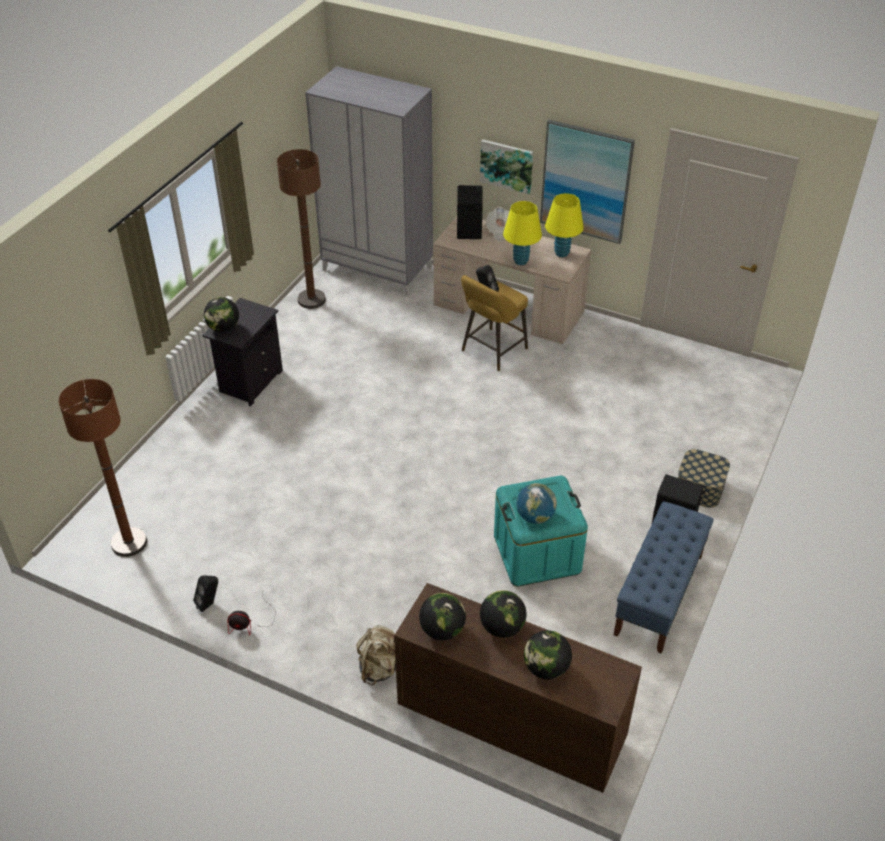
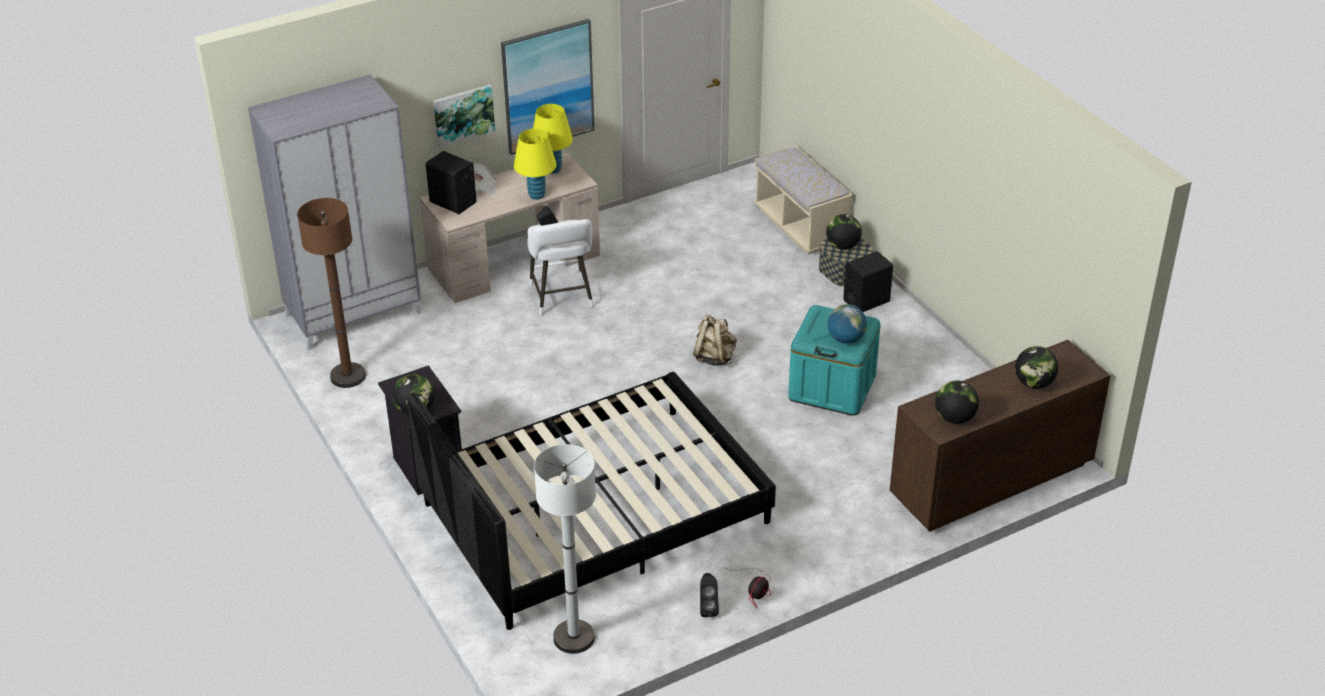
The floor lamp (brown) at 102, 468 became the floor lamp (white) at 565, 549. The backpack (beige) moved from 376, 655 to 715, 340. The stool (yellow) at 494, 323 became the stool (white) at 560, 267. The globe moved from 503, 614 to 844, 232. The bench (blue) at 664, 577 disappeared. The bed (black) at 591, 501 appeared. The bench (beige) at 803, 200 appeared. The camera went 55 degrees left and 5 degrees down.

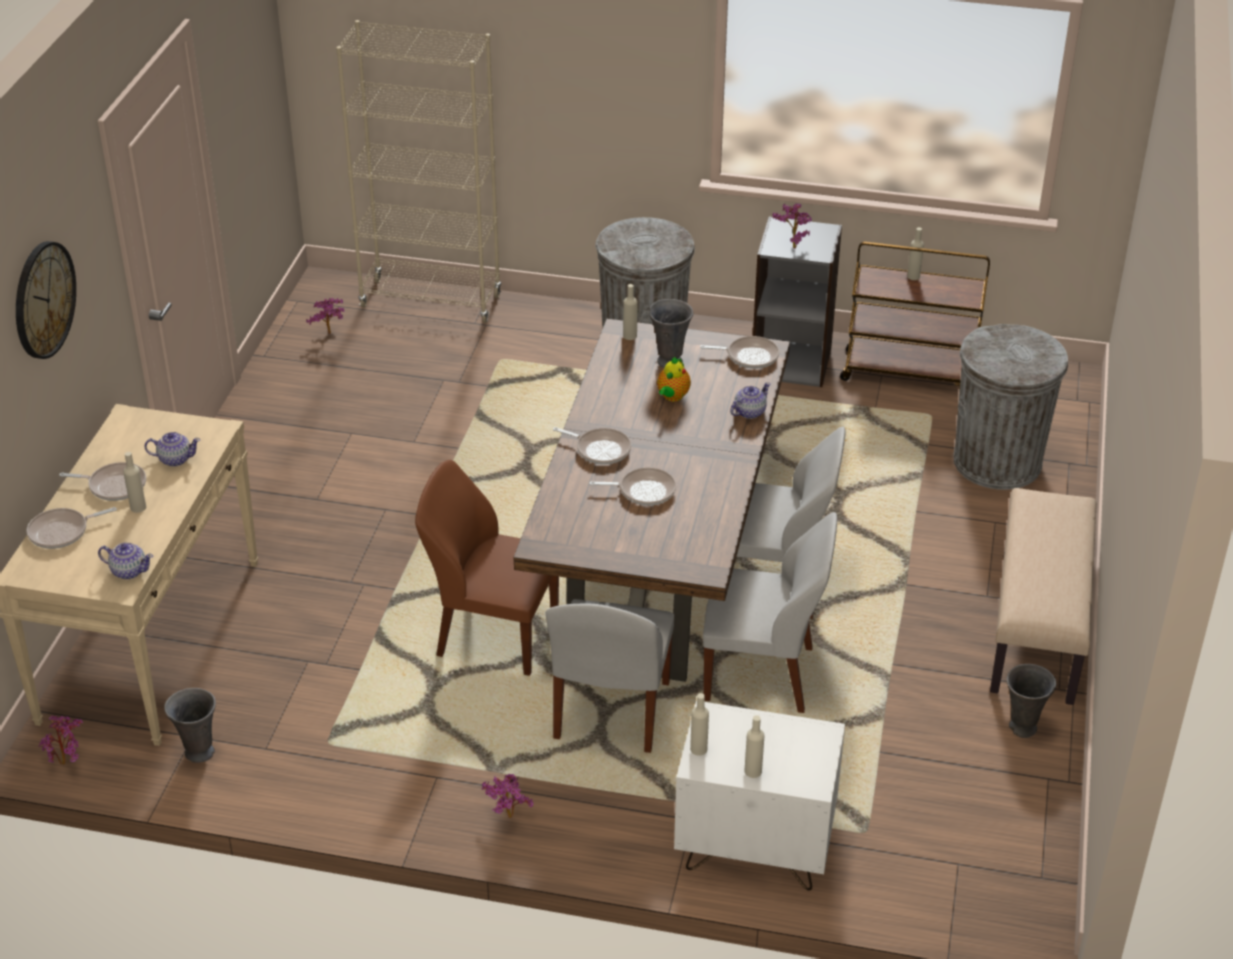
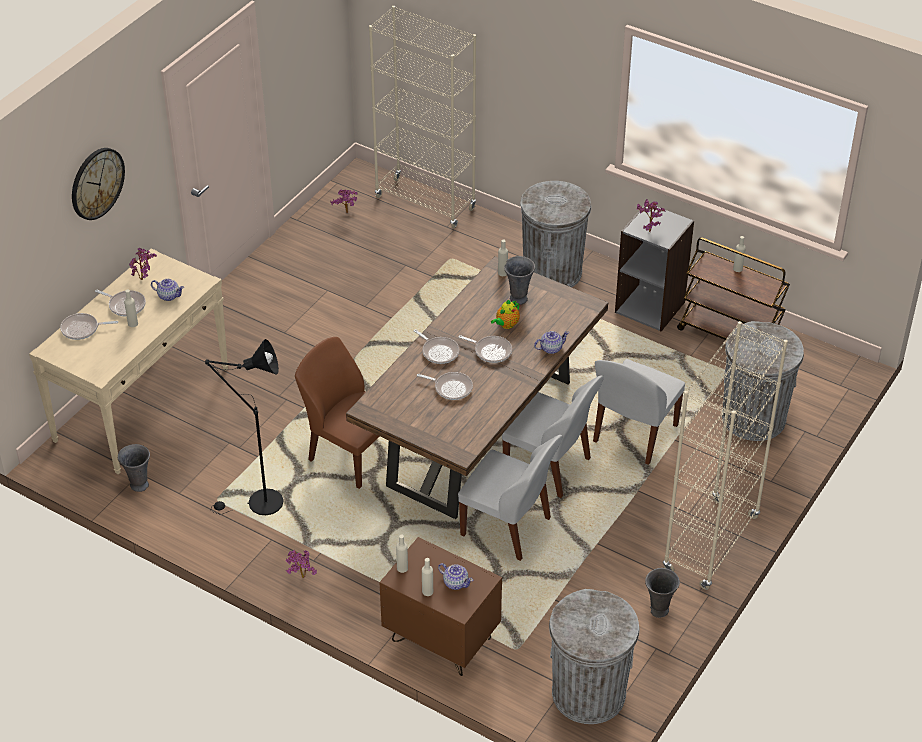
The potted plant moved from 61, 740 to 143, 264. The teapot moved from 125, 560 to 455, 576. The chair (white) moved from 610, 676 to 639, 412. The nightstand (white) at 759, 796 became the nightstand (brown) at 441, 606. The frying pan moved from 739, 352 to 485, 349. The bench (beige) at 1043, 596 was replaced by the bookcase (beige) at 725, 455. The floor lamp (black) at 244, 427 appeared. The trash can (grey) at 594, 656 appeared. The camera went 20 degrees right and 5 degrees up.

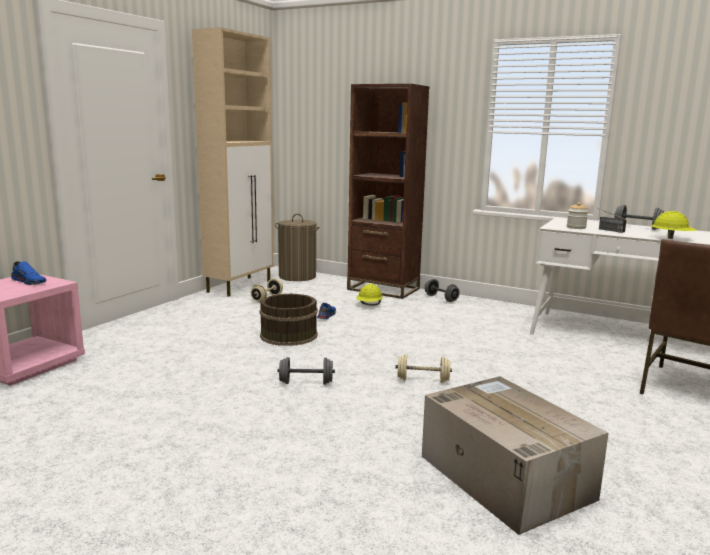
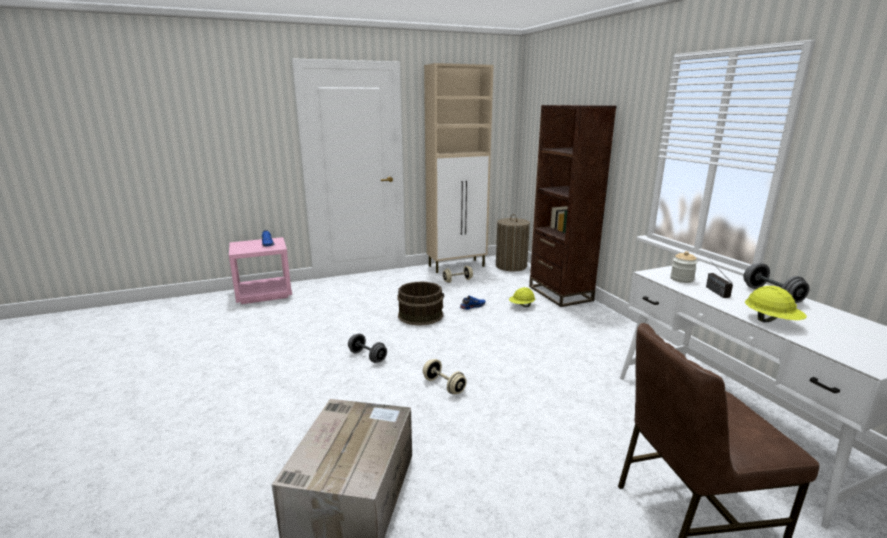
The dumbbell (grey) at 442, 290 disappeared. The camera went 40 degrees right and 5 degrees up.

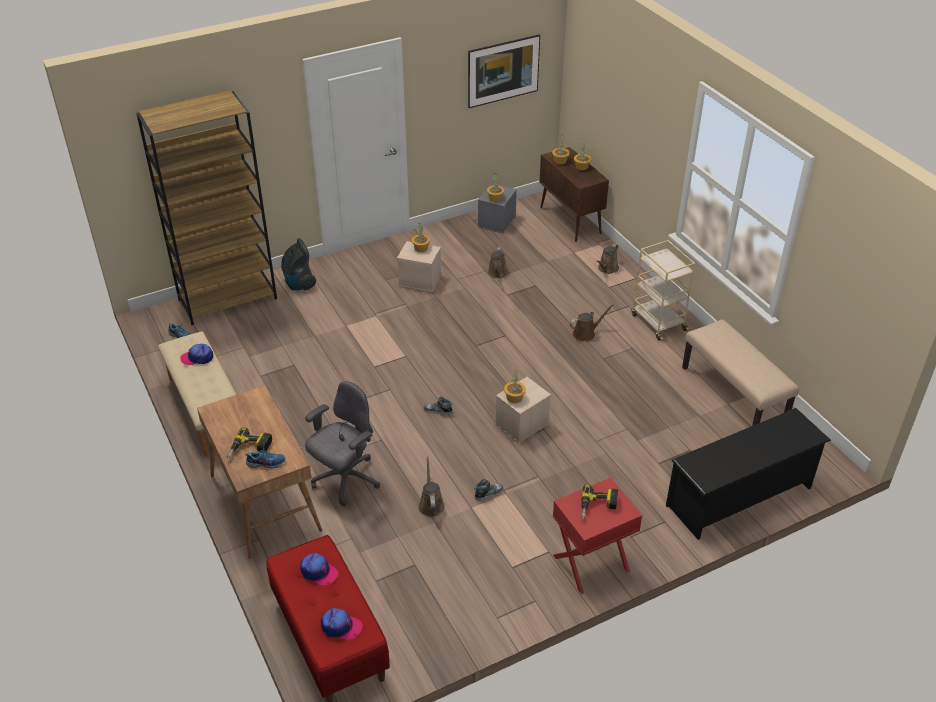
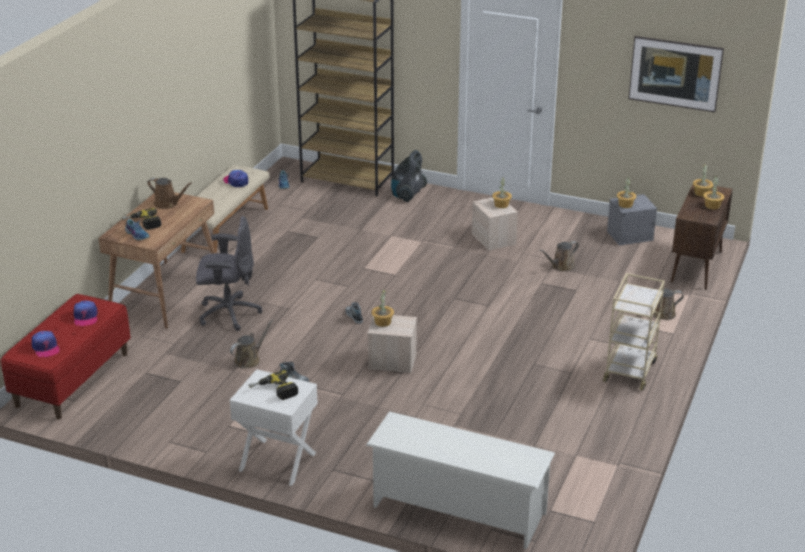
The nightstand (red) at 597, 536 became the nightstand (white) at 274, 427. The watering can (brown) moved from 592, 322 to 170, 193. The shoe rack (black) at 748, 474 became the shoe rack (white) at 460, 480. The bench (beige) at 740, 372 disappeared. The camera went 50 degrees right and 10 degrees down.

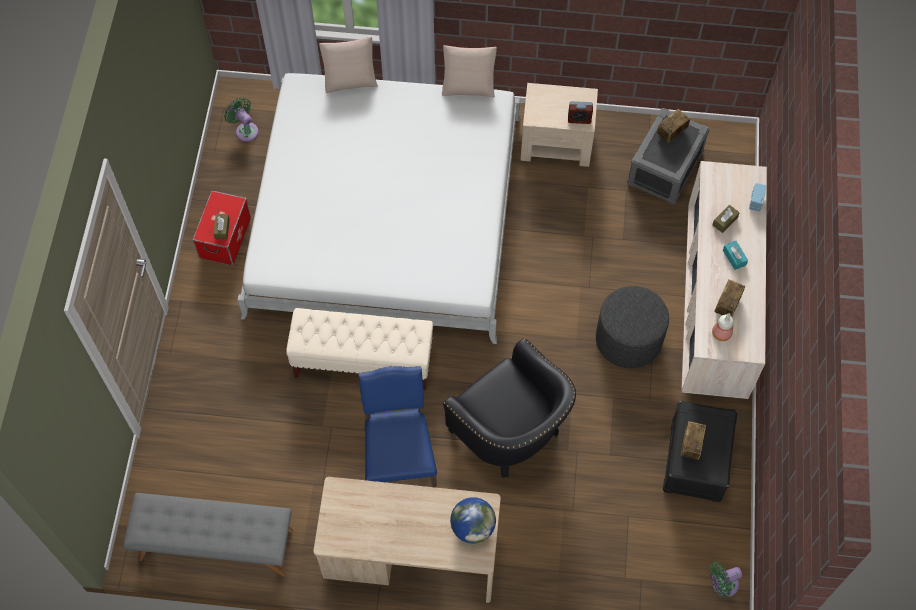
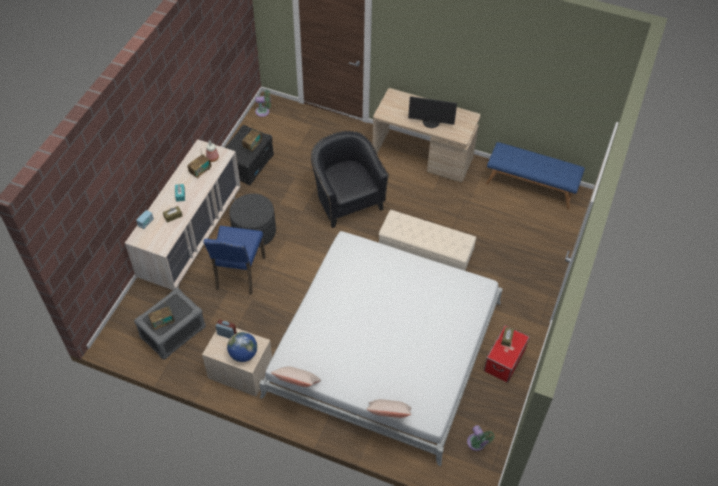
The bench (grey) at 208, 534 became the bench (blue) at 535, 176. The chair (blue) moved from 397, 427 to 234, 260. The globe moved from 473, 520 to 242, 347. The monitor at 432, 112 appeared. The camera went 165 degrees left and 10 degrees down.

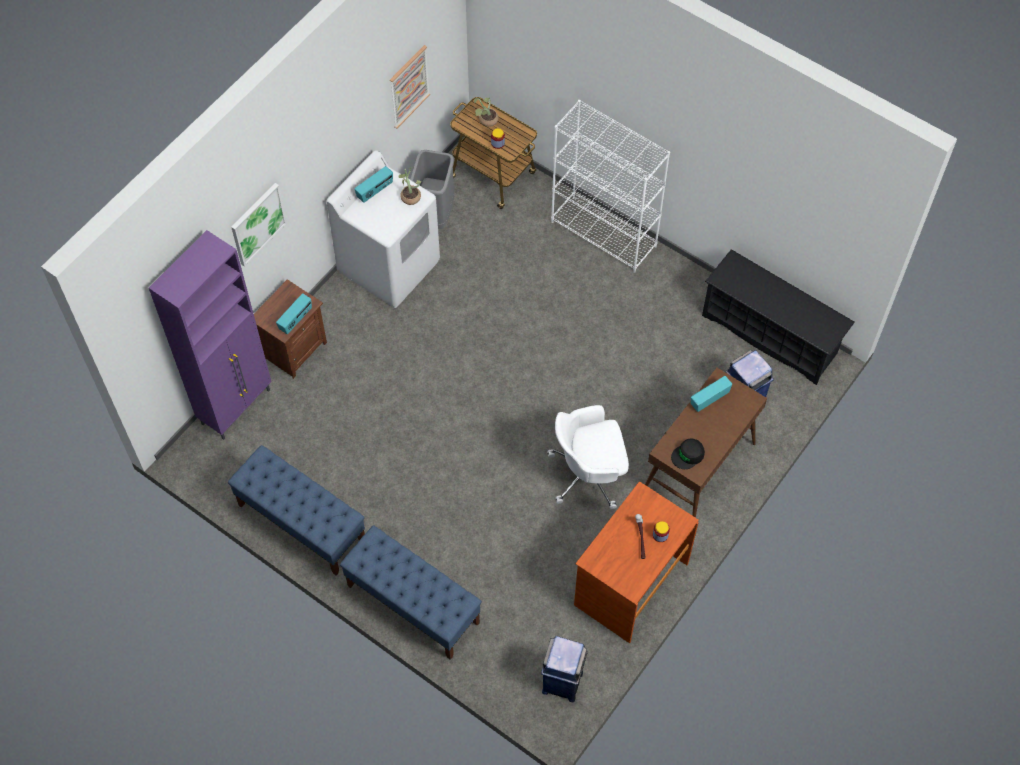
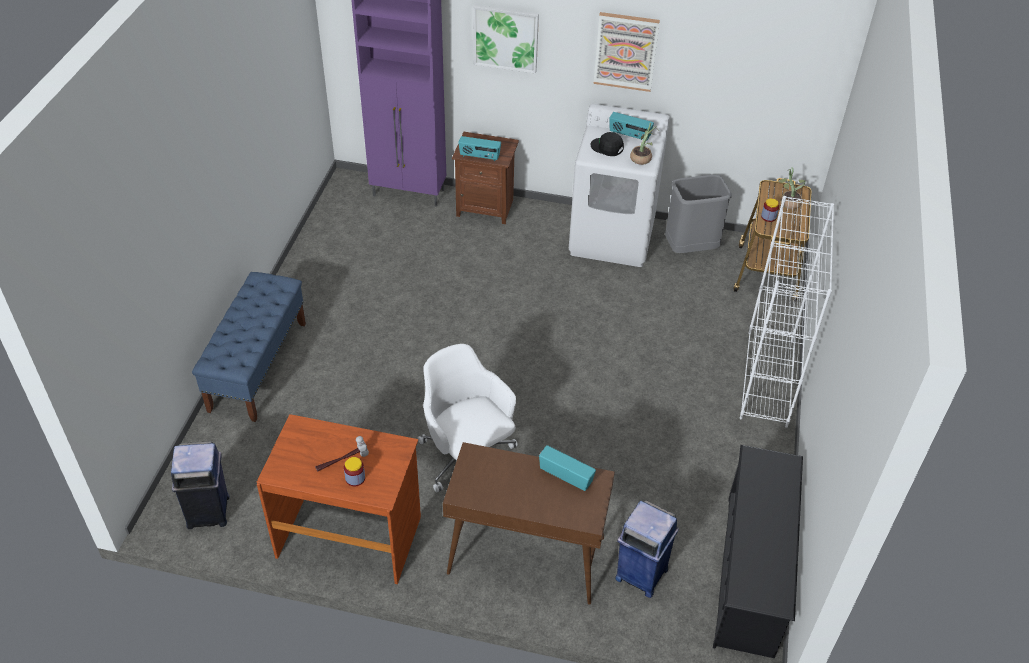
The bench (blue) at 296, 510 disappeared. The picture moved from 410, 87 to 626, 52. The cap (black) moved from 688, 453 to 607, 144. The camera went 65 degrees right and 15 degrees down.

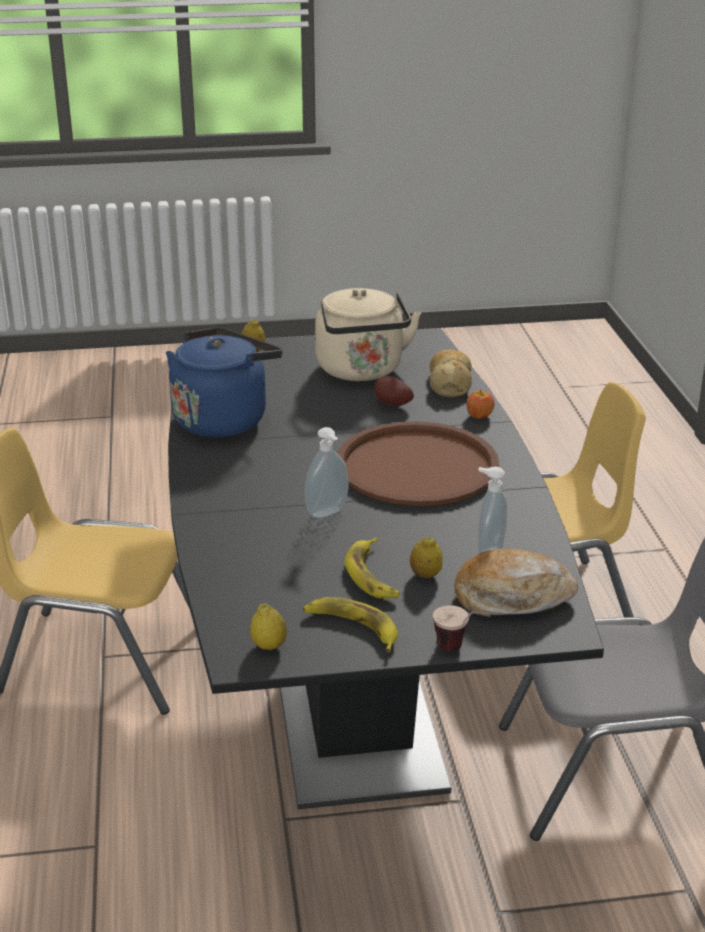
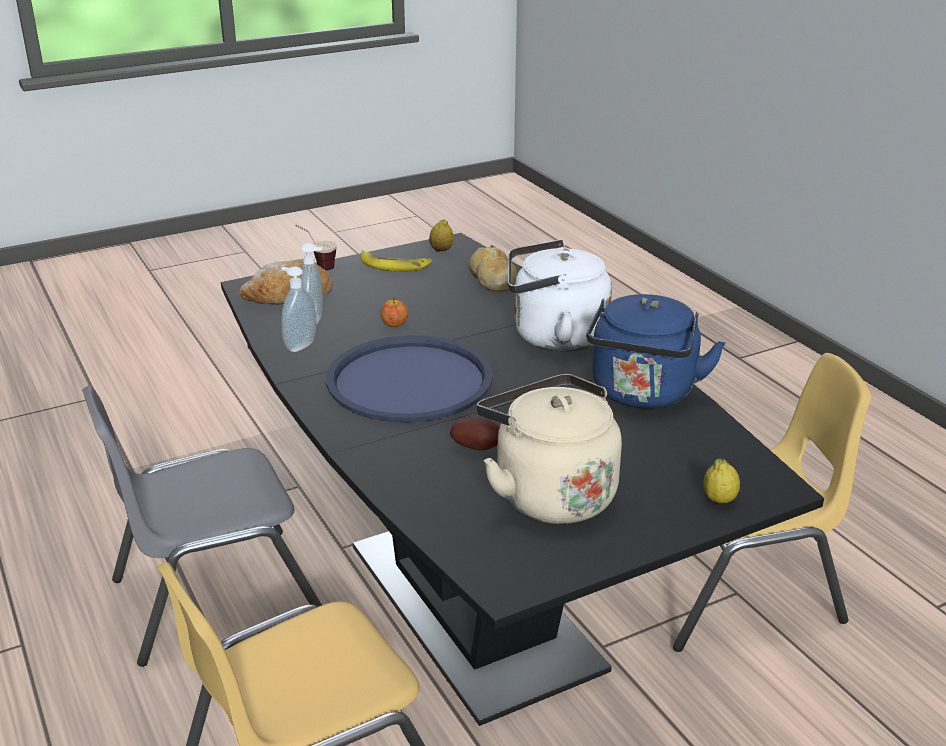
The soap dispenser moved from 327, 472 to 299, 309. The tray (brown) at 418, 463 became the tray (blue) at 409, 379. The banana at 372, 568 disappeared. The lemon at 426, 557 disappeared. The bread moved from 451, 373 to 493, 268. The apple moved from 480, 404 to 394, 311. The kettle (white) at 560, 295 appeared. The camera went 160 degrees right and 0 degrees up.

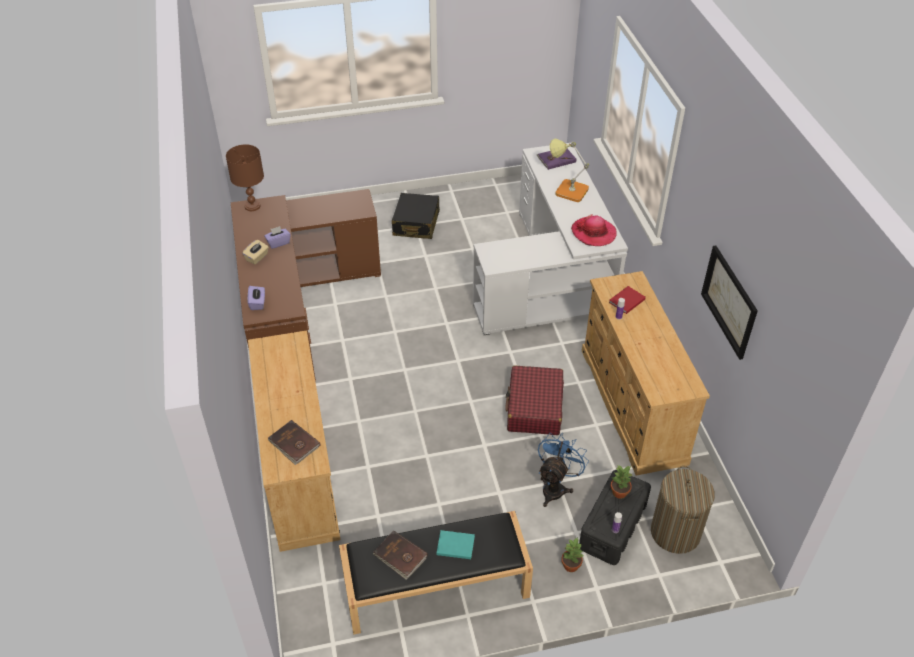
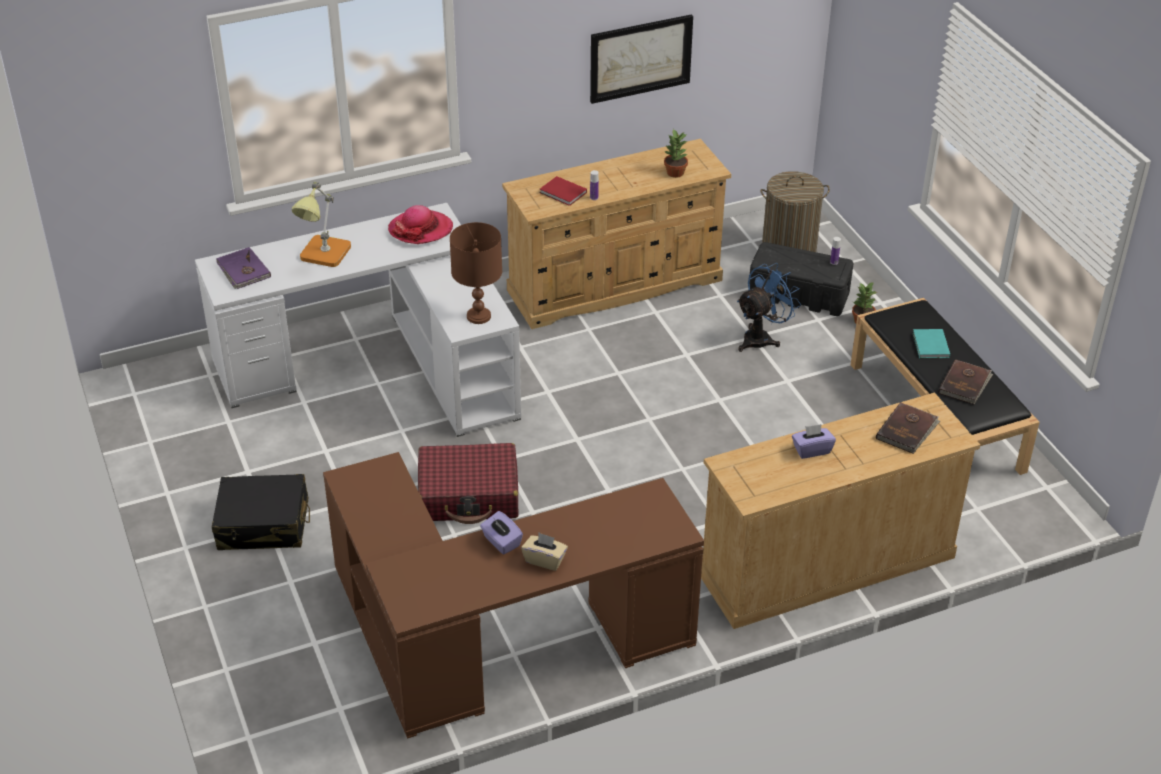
The table lamp (brown) moved from 245, 177 to 476, 273. The tissue box (purple) moved from 256, 298 to 814, 441. The suitcase (red) moved from 534, 400 to 468, 483. The fan (blue) at 563, 470 turned 120 degrees clockwise. The potted plant moved from 622, 482 to 675, 153. The camera went 100 degrees left and 5 degrees down.

